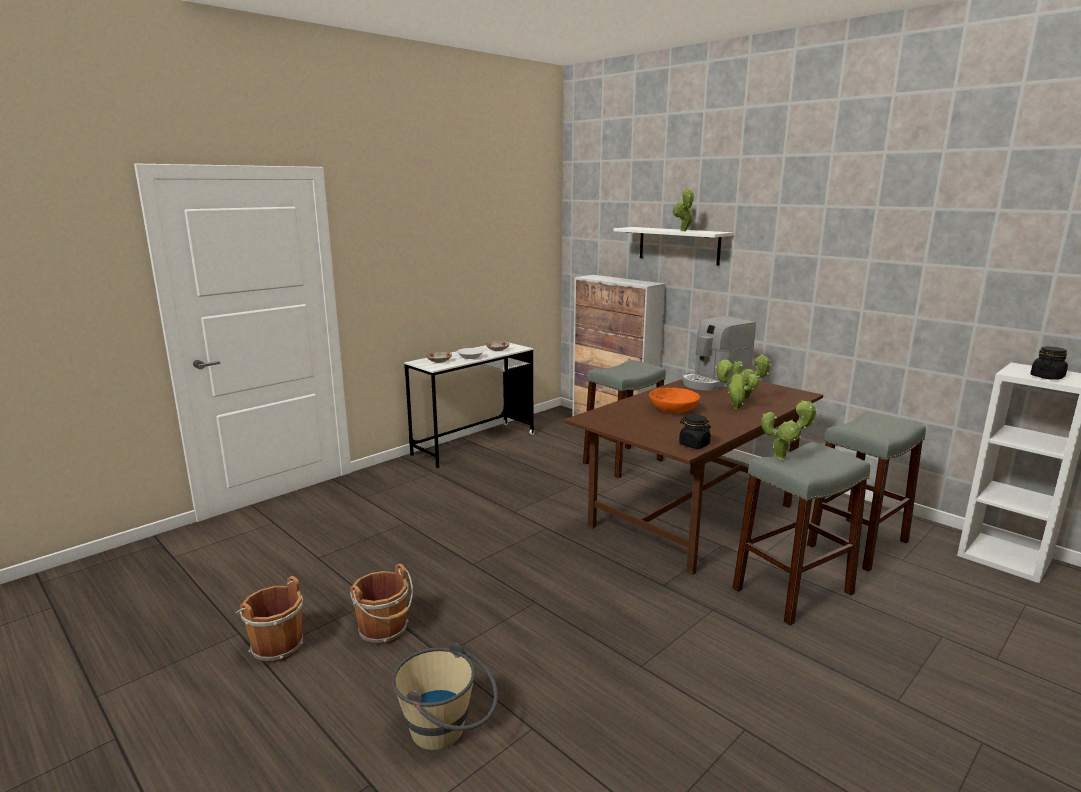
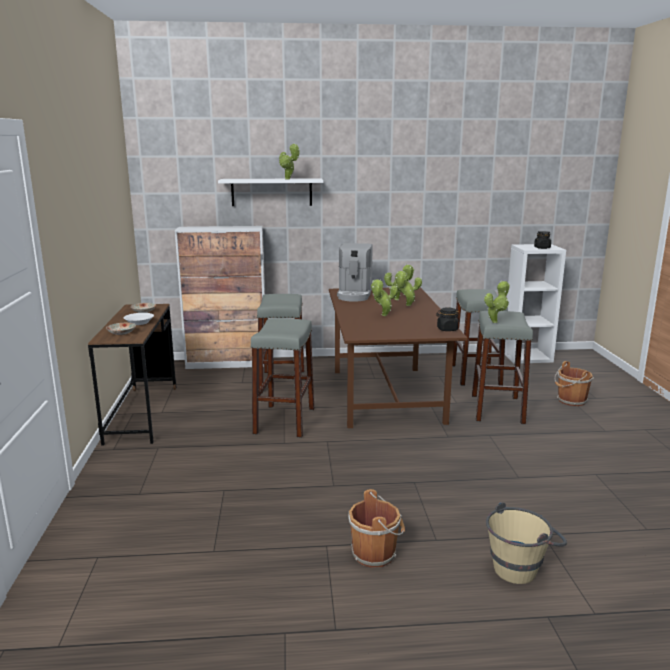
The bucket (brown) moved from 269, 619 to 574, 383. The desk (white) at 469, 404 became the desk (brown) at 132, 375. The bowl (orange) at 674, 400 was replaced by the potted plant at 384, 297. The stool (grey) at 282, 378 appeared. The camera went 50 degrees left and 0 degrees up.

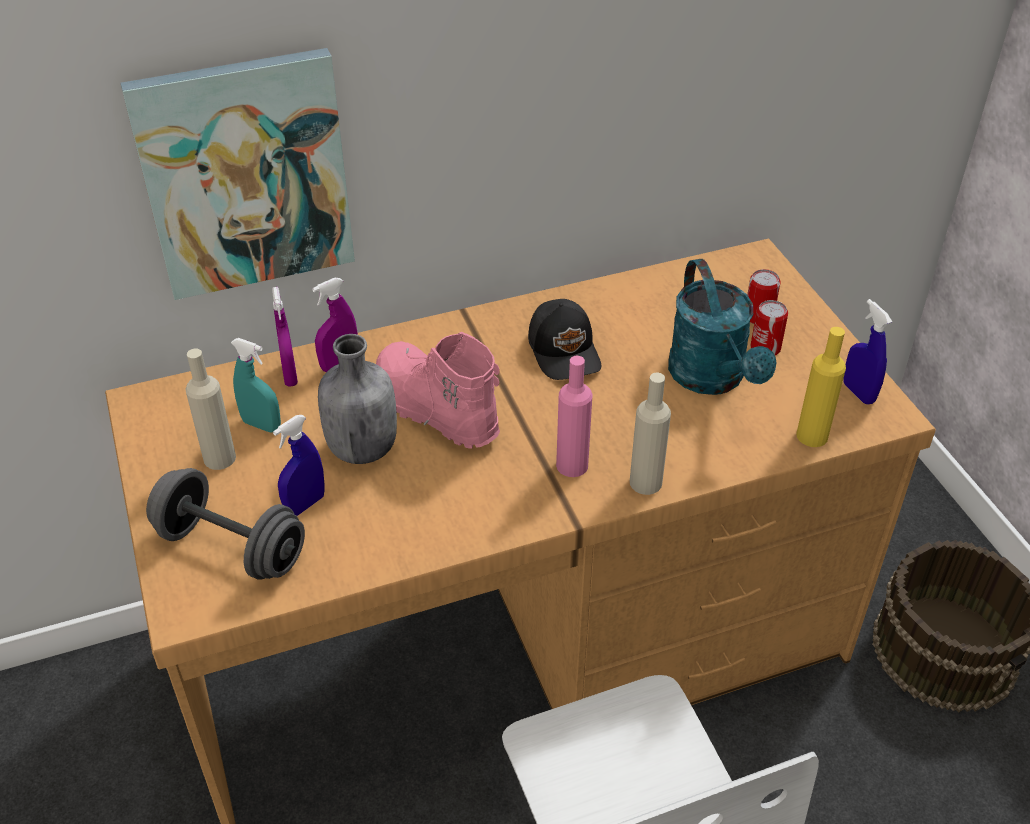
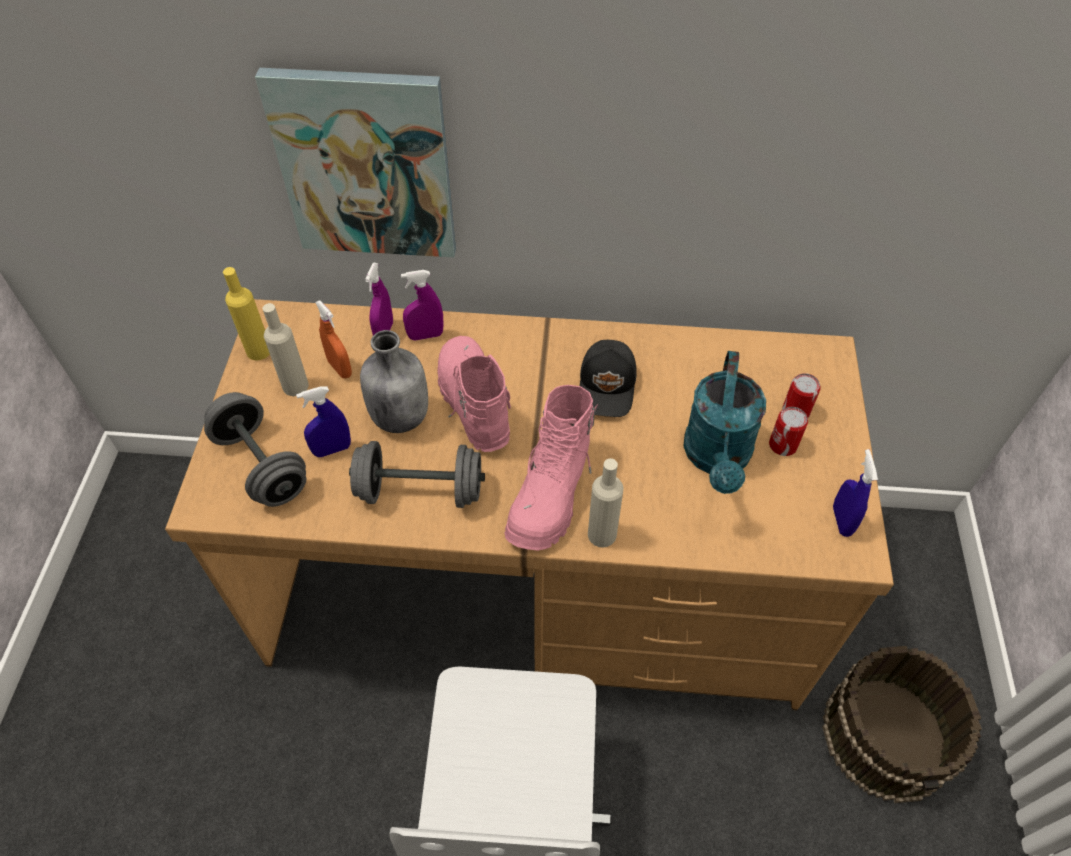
The spray bottle (turquoise) at 256, 385 became the spray bottle (orange) at 333, 339. The bottle (pink) at 574, 416 was replaced by the boot (pink) at 551, 467. The bottle (yellow) moved from 821, 387 to 246, 314. The dumbbell (grey) at 417, 474 appeared. The camera went 25 degrees right and 10 degrees up.

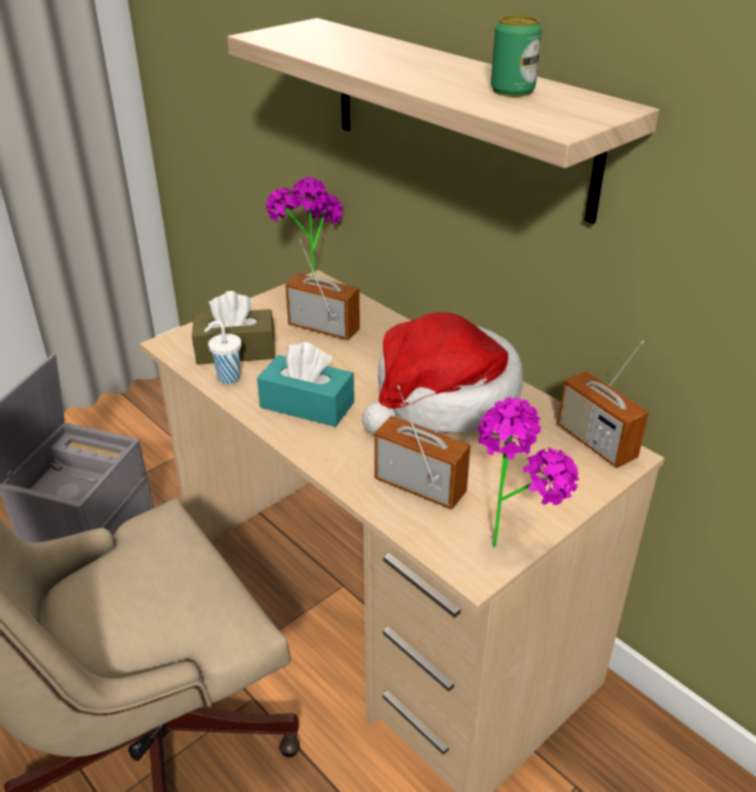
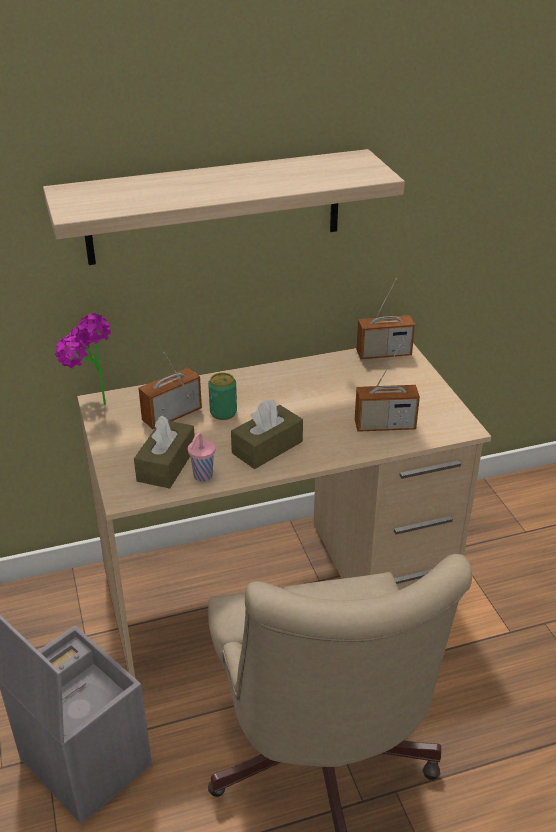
The cup (white) at 223, 352 became the cup (pink) at 202, 457. The tissue box (turquoise) at 305, 384 became the tissue box (brown) at 267, 434. The hat at 442, 373 disappeared. The radio at 422, 447 turned 150 degrees counterclockwise. The potted plant at 528, 472 disappeared. The can moved from 516, 56 to 222, 396. The camera went 65 degrees left and 0 degrees up.

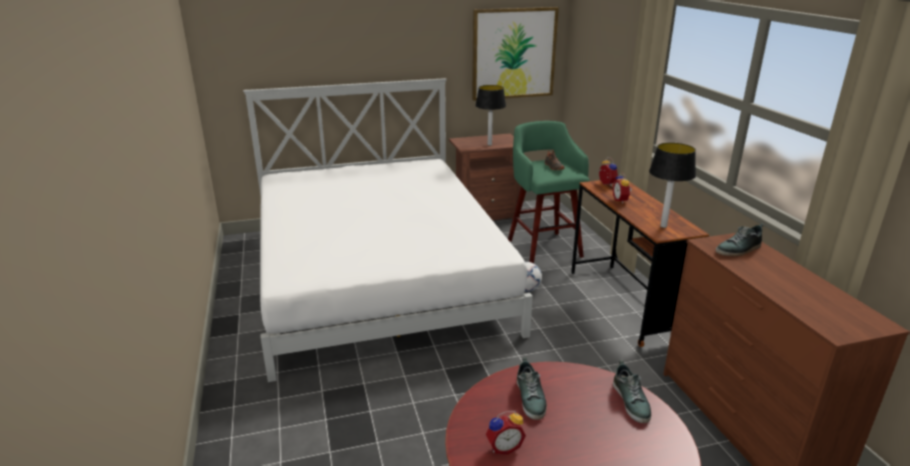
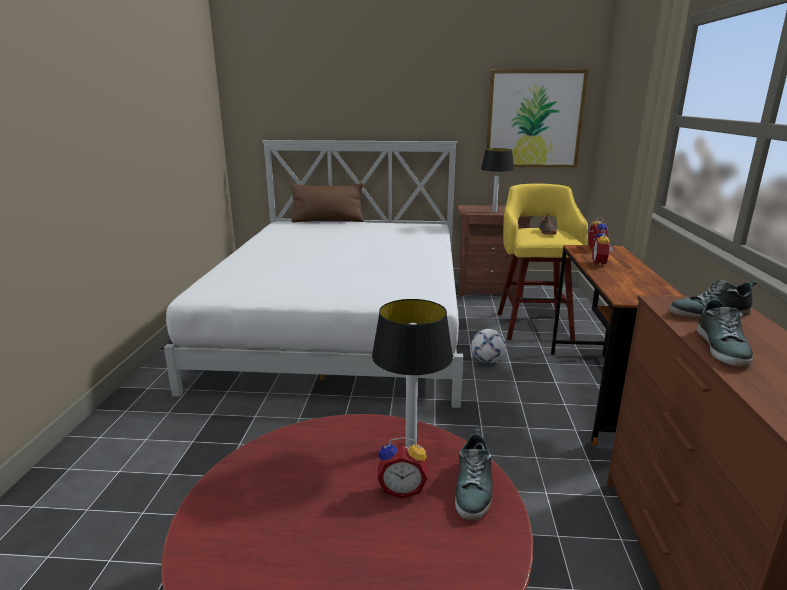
The alarm clock moved from 506, 432 to 402, 468. The stool (green) at 549, 192 became the stool (yellow) at 543, 262. The shoe moved from 532, 389 to 725, 331. The table lamp moved from 672, 185 to 412, 373. The pillow (brown) at 327, 202 appeared. The camera went 20 degrees right and 5 degrees down.

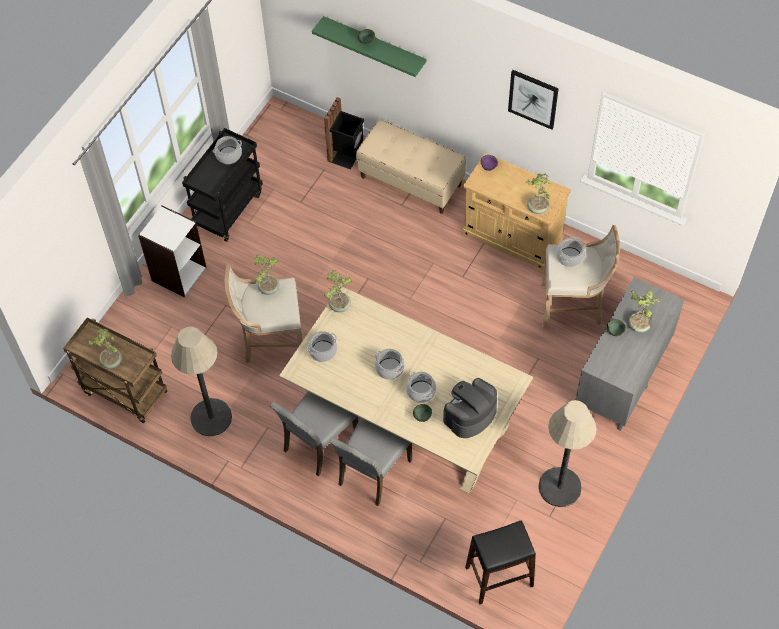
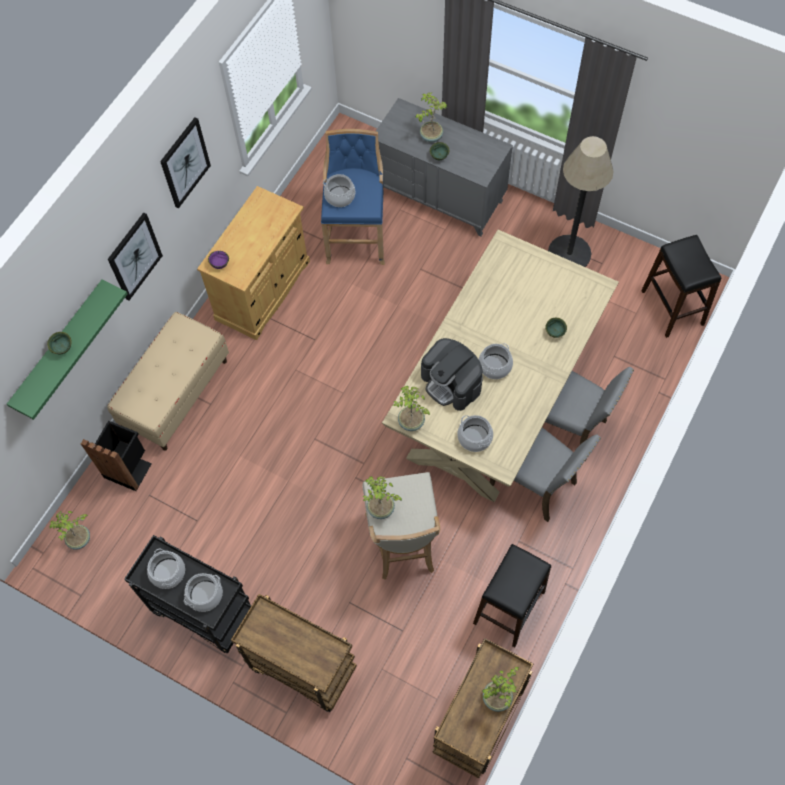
The bookcase (white) at 172, 251 was replaced by the cart (brown) at 294, 653. The floor lamp at 201, 381 was replaced by the stool (black) at 512, 595. The cooking pot moved from 421, 387 to 203, 592. The coffee machine moved from 470, 408 to 452, 374. The potted plant moved from 538, 194 to 69, 530. The stool (beige) at 580, 277 became the stool (blue) at 353, 197. The picture at 135, 256 appeared. The camera went 90 degrees left and 5 degrees up.

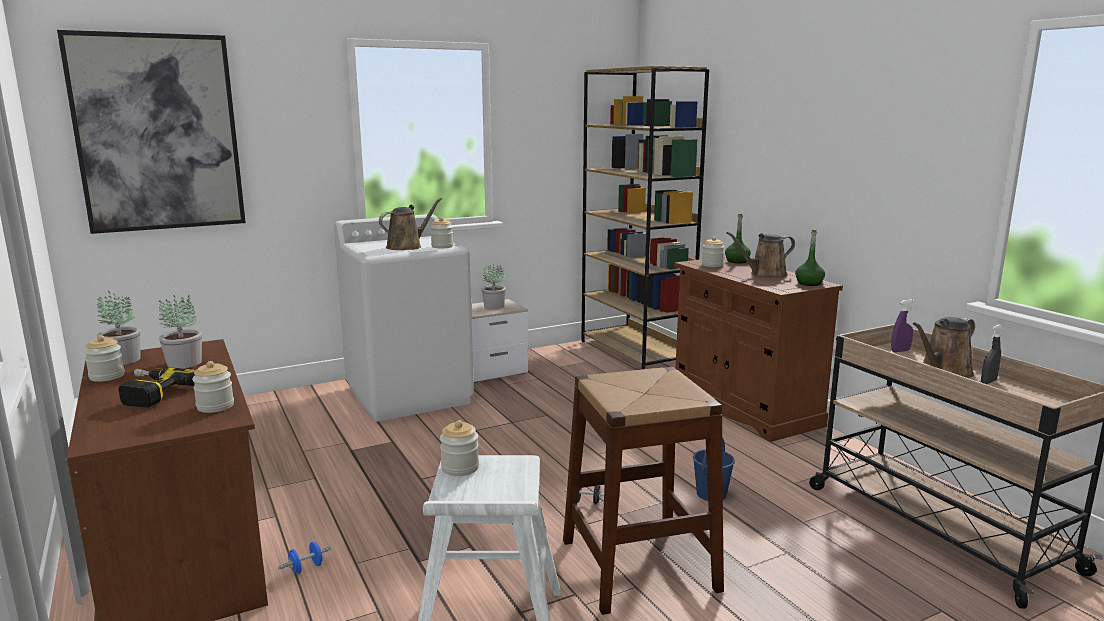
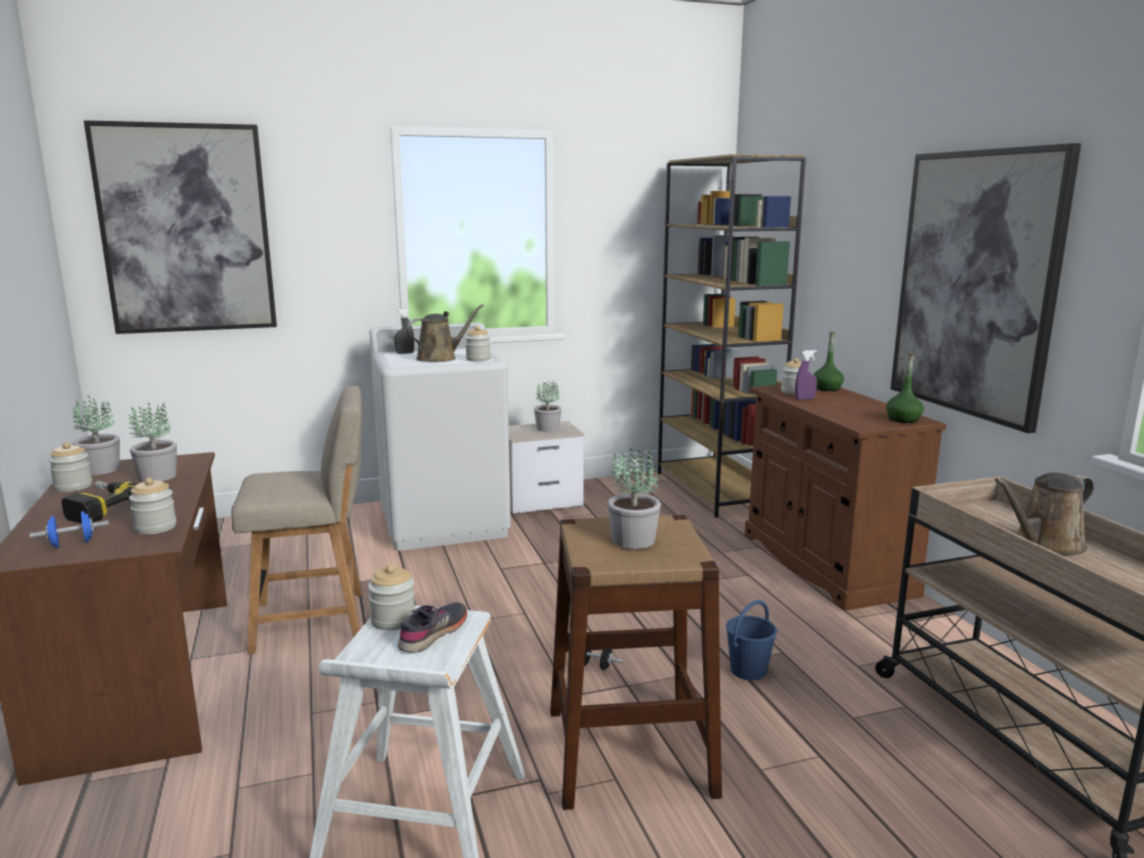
The dumbbell (blue) moved from 304, 558 to 69, 529. The watering can (brown) at 760, 255 disappeared. The spray bottle (purple) moved from 903, 325 to 806, 375. The spray bottle (grey) moved from 992, 354 to 404, 331. The chair (beige) at 296, 520 appeared. The shoe (grey) at 432, 627 appeared. The potted plant at 634, 497 appeared. The picture at 986, 288 appeared. The camera went 10 degrees right and 0 degrees up.

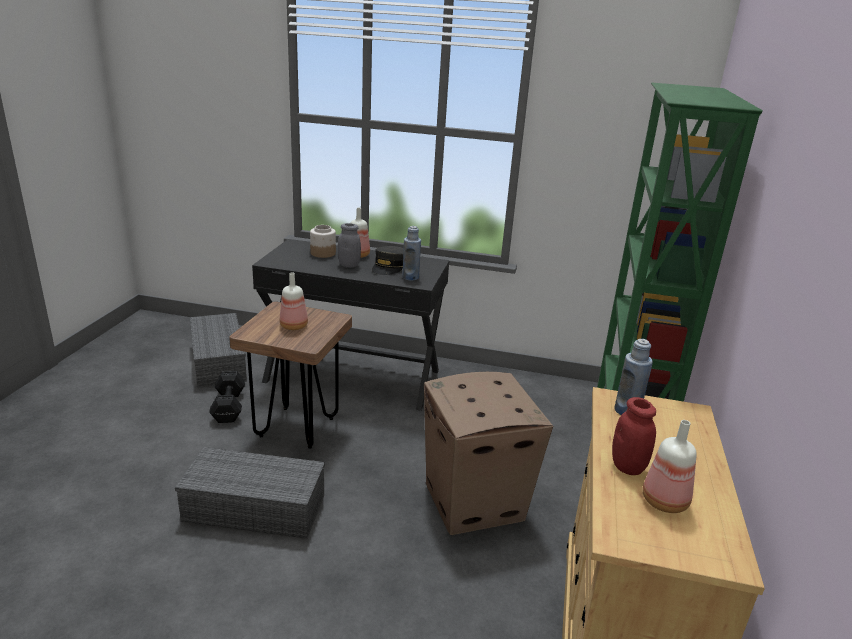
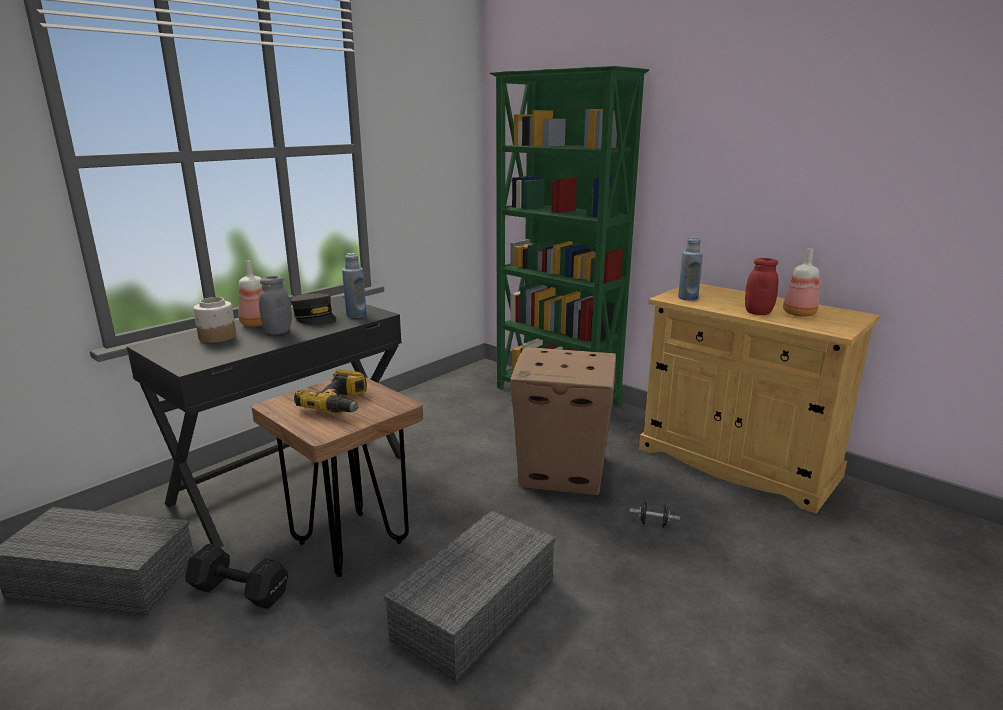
The bottle at 294, 301 was replaced by the power drill at 330, 391. The dumbbell (black) at 655, 514 appeared. The camera went 60 degrees left and 5 degrees down.

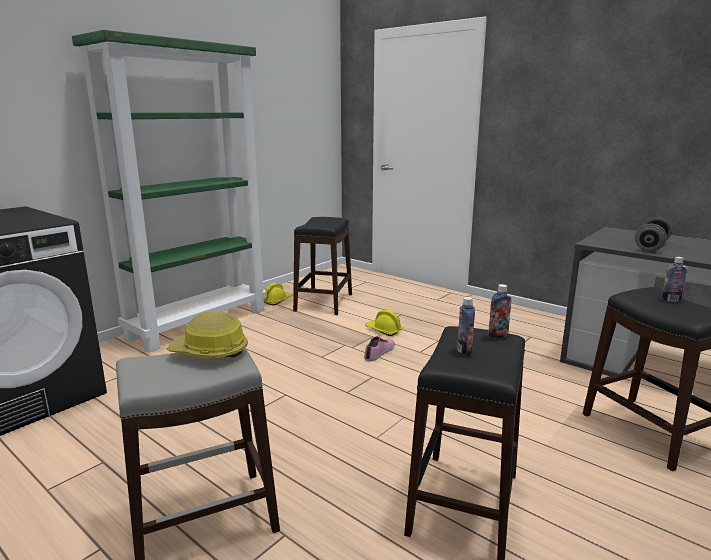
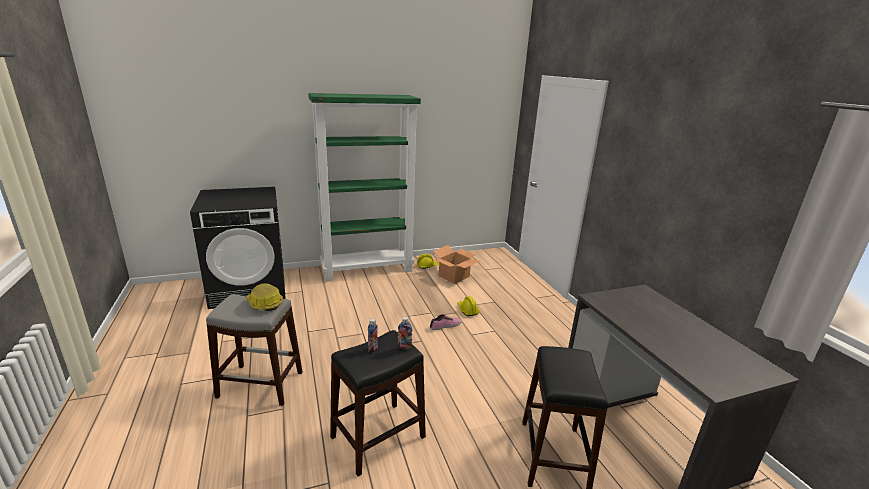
The stool (black) at 322, 266 was replaced by the cardboard box at 456, 264. The dumbbell (grey) at 653, 234 disappeared. The bottle at 674, 279 disappeared. The camera went 30 degrees right and 5 degrees up.

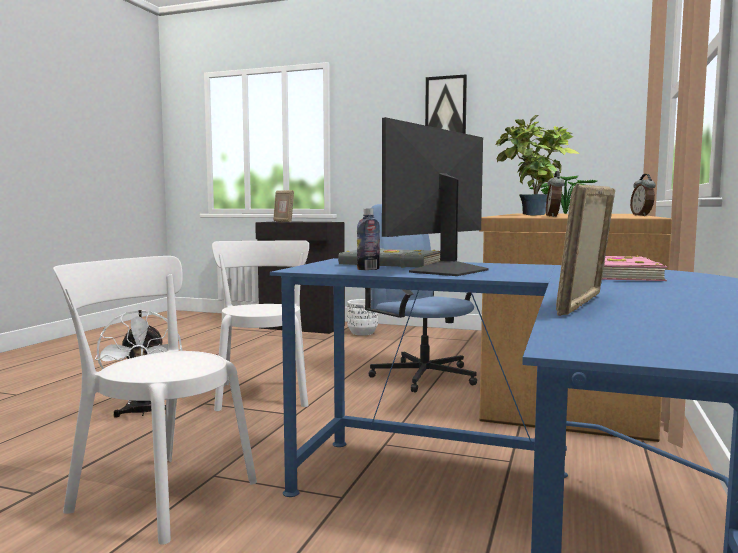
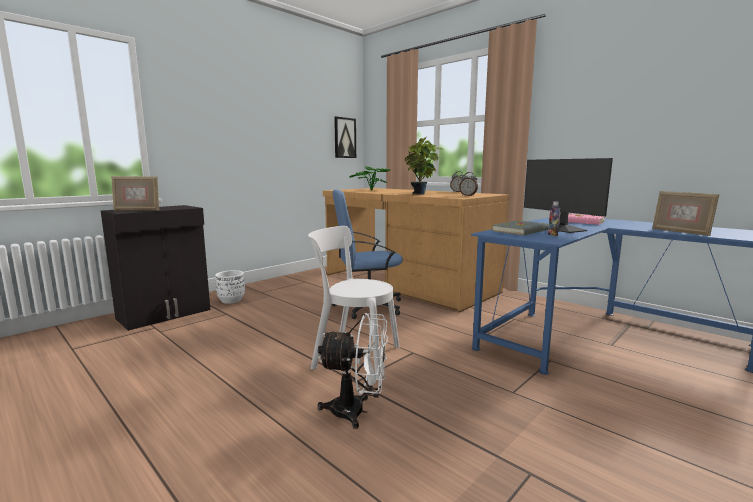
The chair (white) at 155, 400 disappeared. The picture moved from 446, 104 to 345, 137. The camera went 65 degrees left and 5 degrees up.

